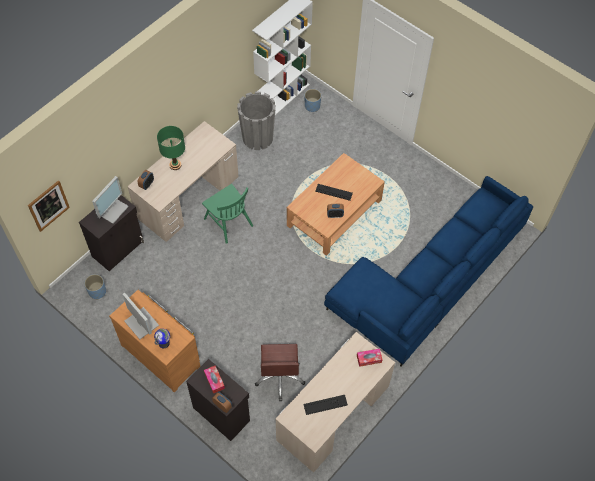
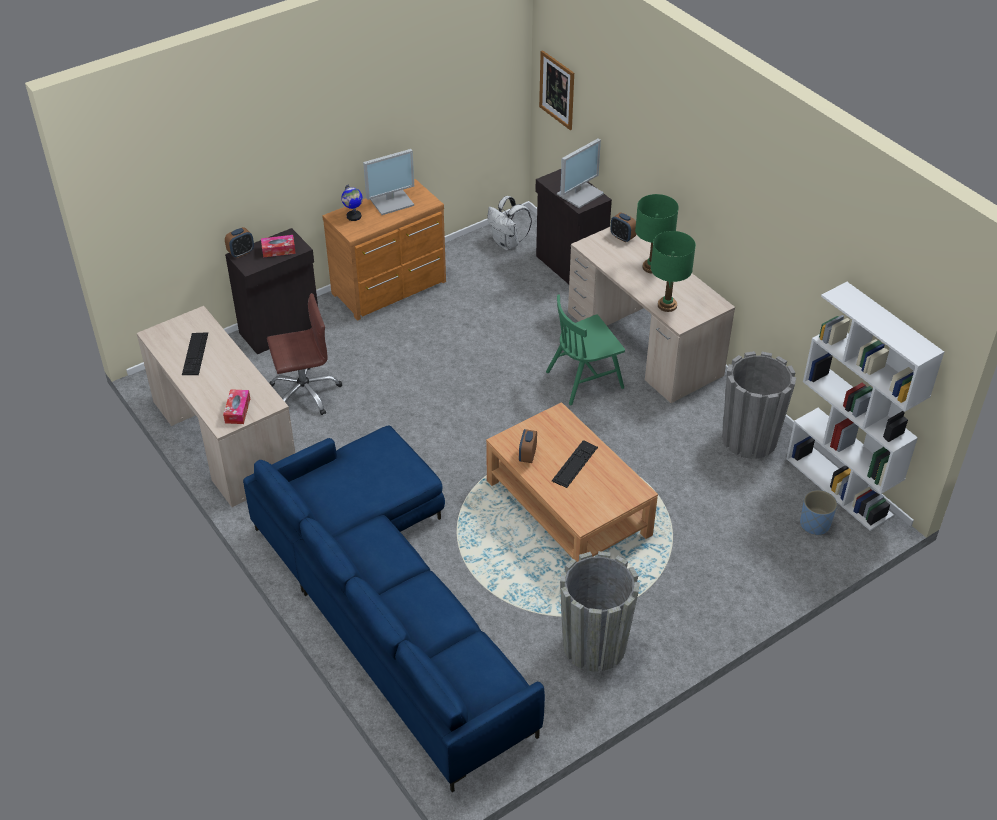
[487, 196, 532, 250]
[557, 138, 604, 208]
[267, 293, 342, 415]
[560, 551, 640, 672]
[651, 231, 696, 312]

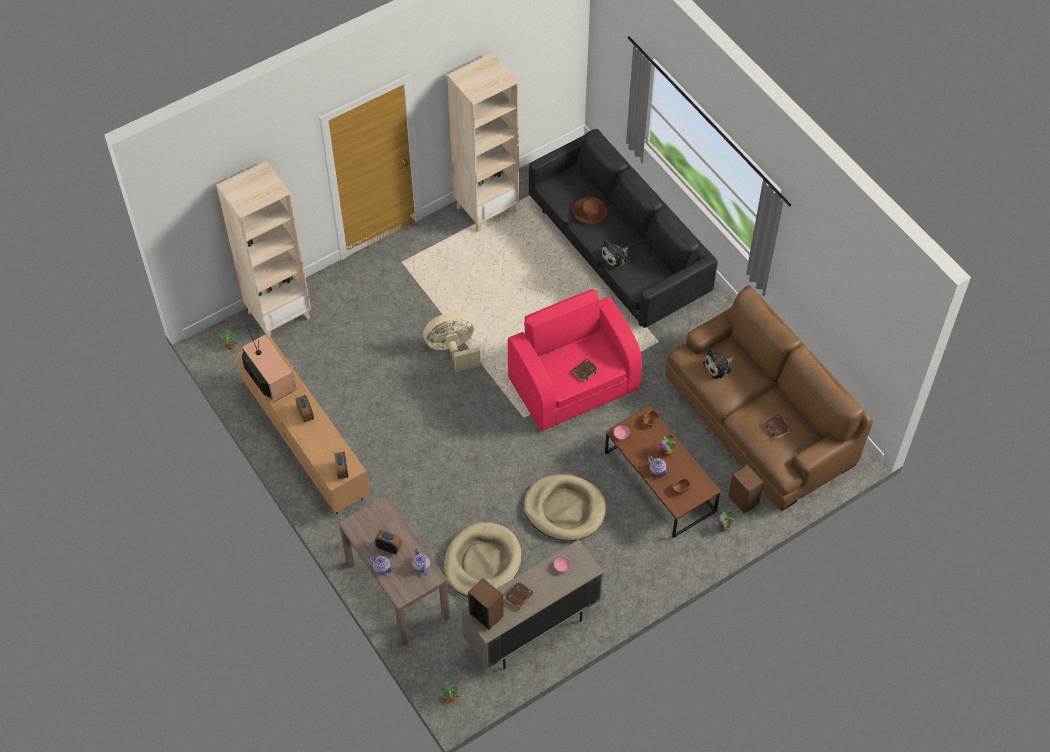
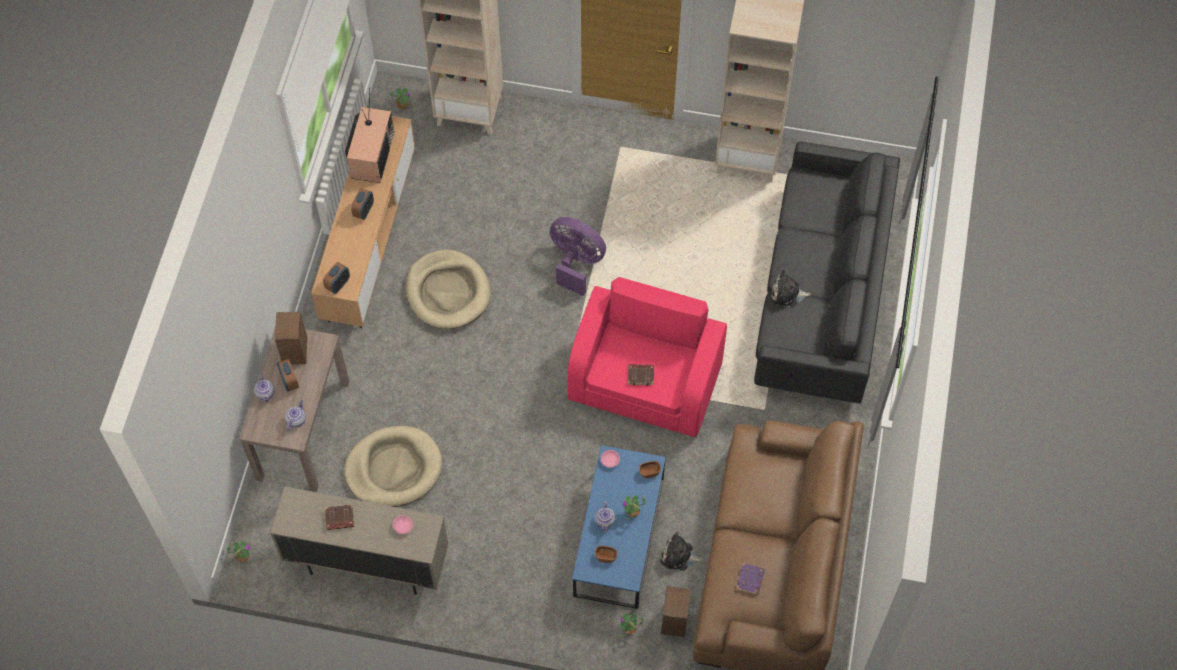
[550, 217, 606, 296]
[275, 312, 307, 364]
[406, 249, 490, 329]
[573, 197, 608, 224] (first image)
[572, 445, 666, 609]
[661, 532, 703, 571]
[736, 563, 765, 595]

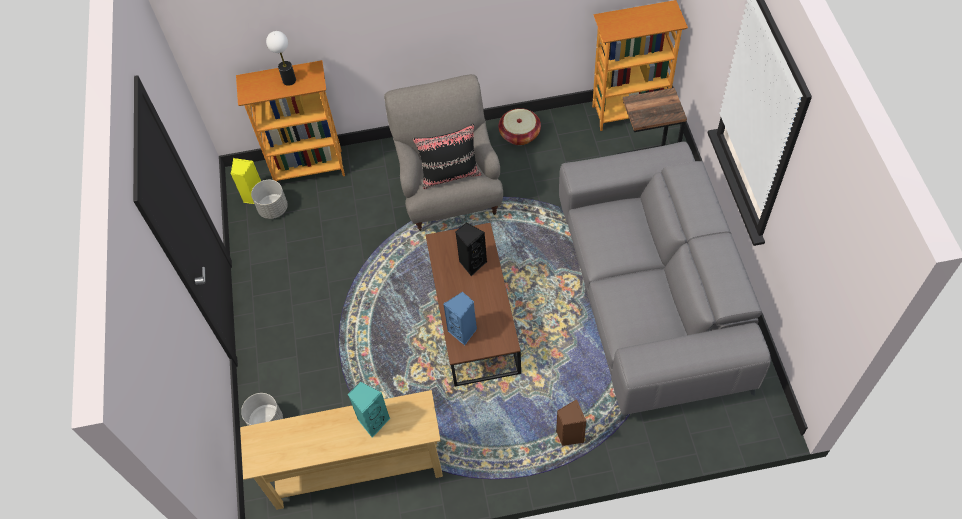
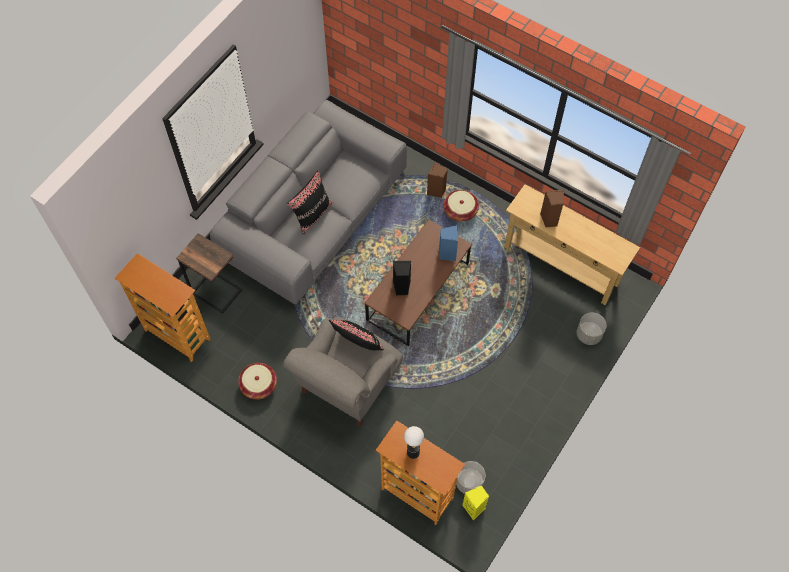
[540, 190, 564, 227]
[287, 170, 333, 235]
[444, 190, 479, 222]

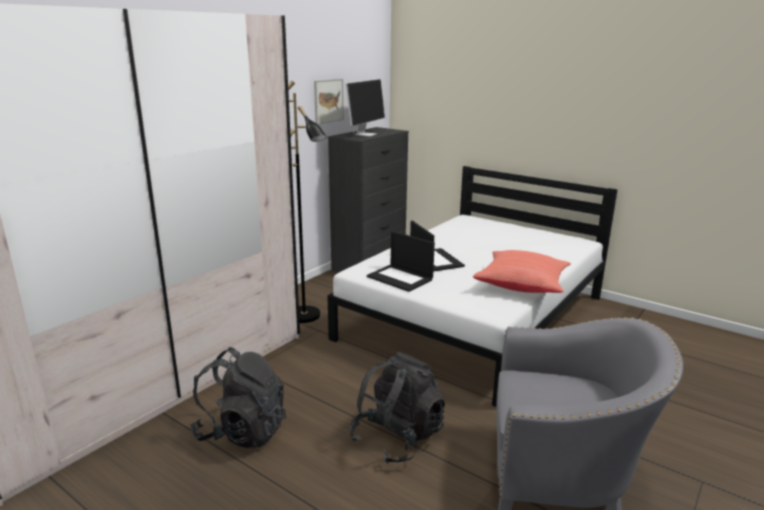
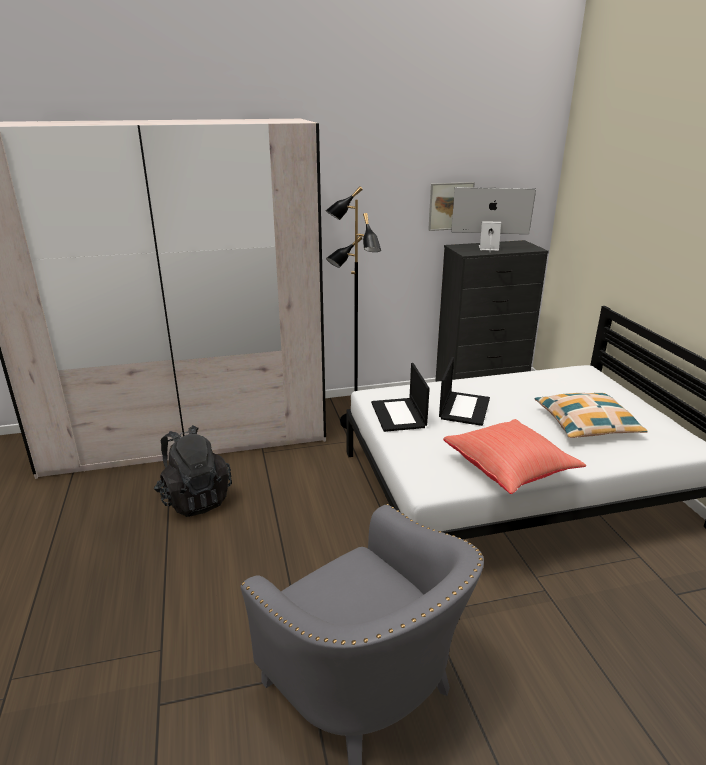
[451, 187, 536, 251]
[349, 352, 445, 464] (first image)
[535, 393, 648, 438]

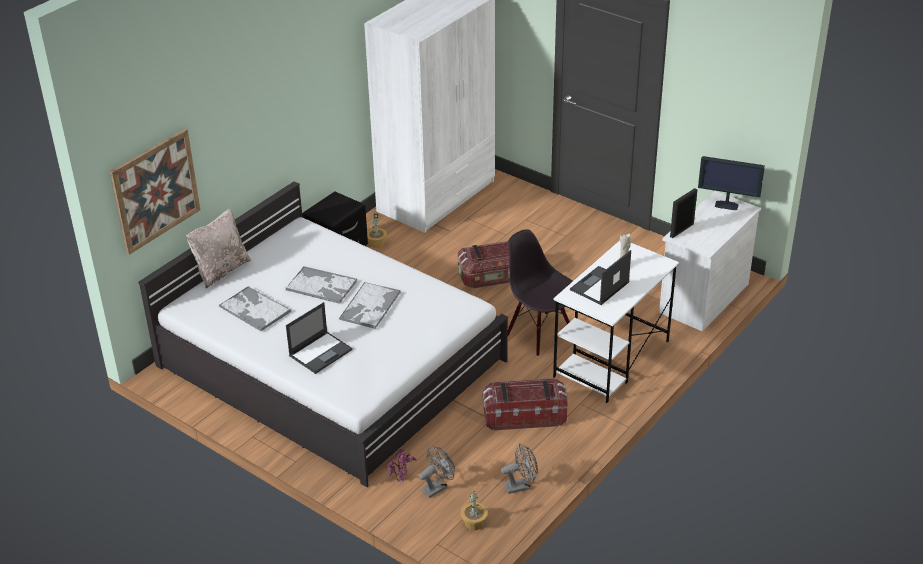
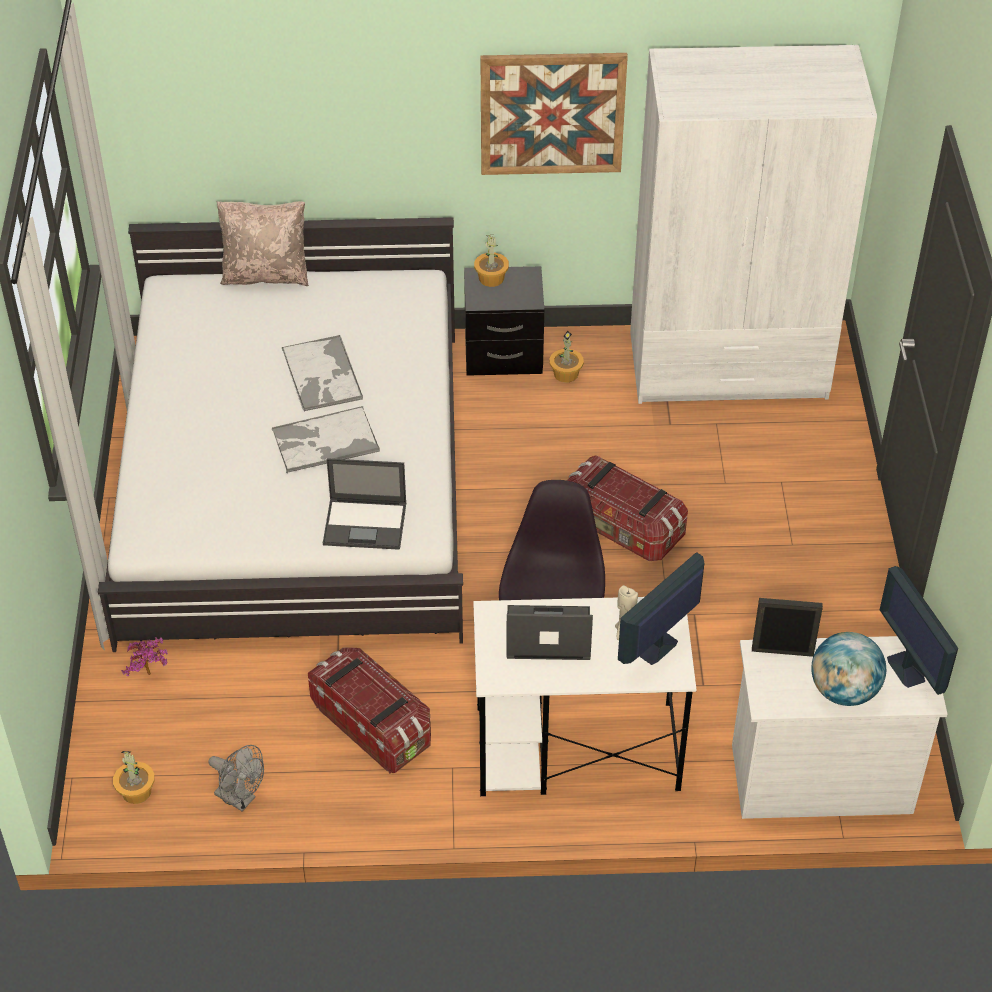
[480, 53, 628, 175]
[219, 286, 291, 332] (first image)
[323, 458, 406, 550]
[419, 446, 455, 498] (first image)
[474, 235, 509, 287]
[618, 552, 704, 665]
[811, 632, 886, 706]

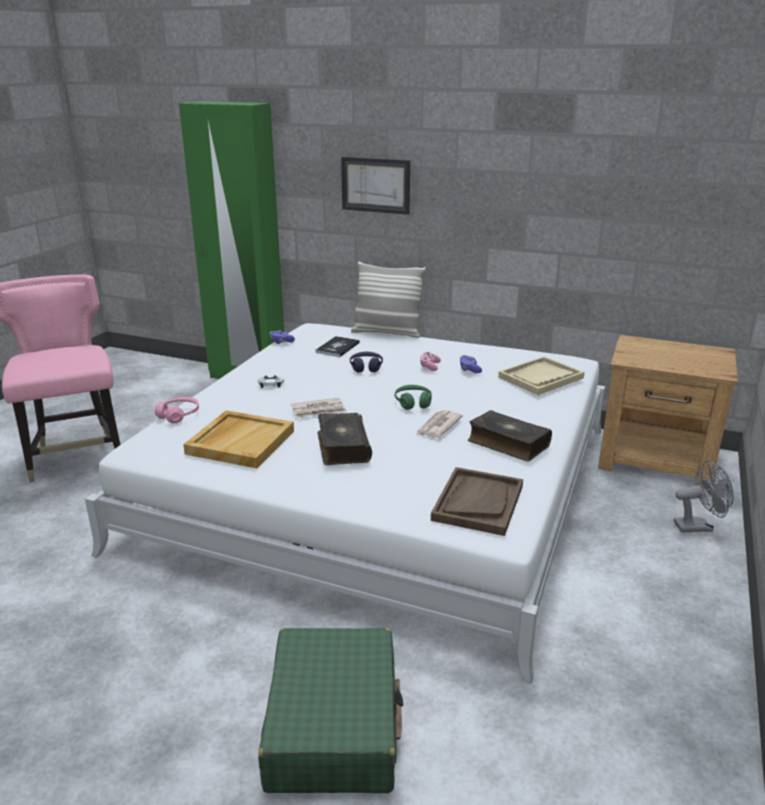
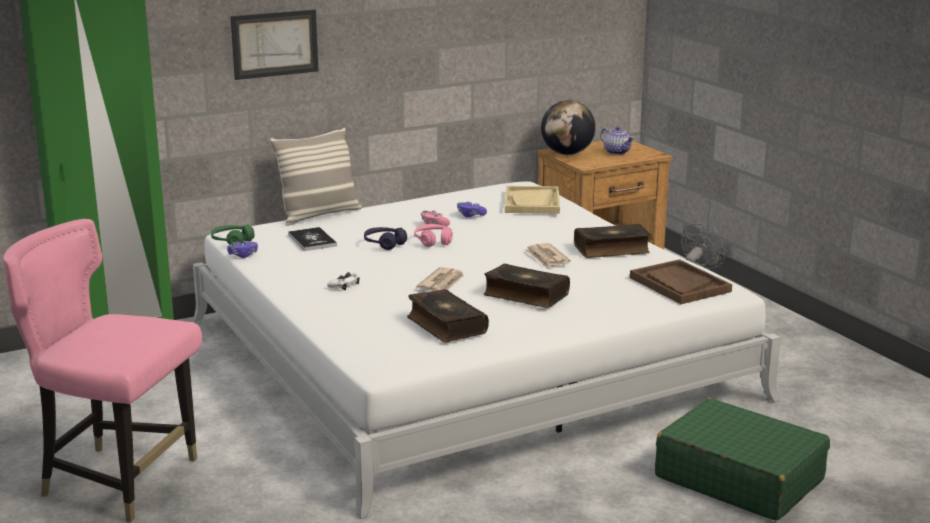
[414, 224, 453, 247]
[407, 289, 489, 342]
[211, 225, 255, 245]
[541, 100, 596, 155]
[601, 126, 634, 155]

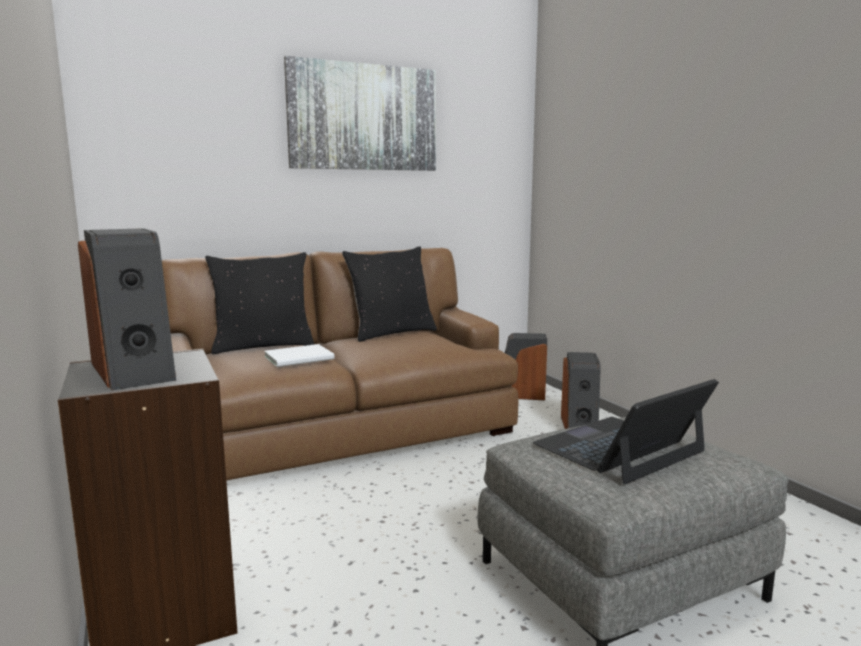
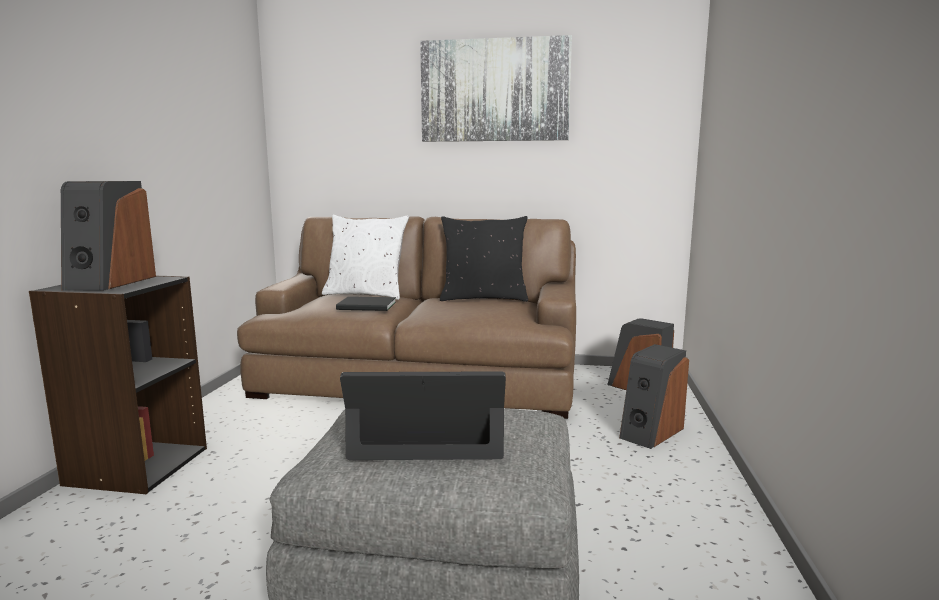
[322, 215, 409, 300]
[336, 296, 396, 311]

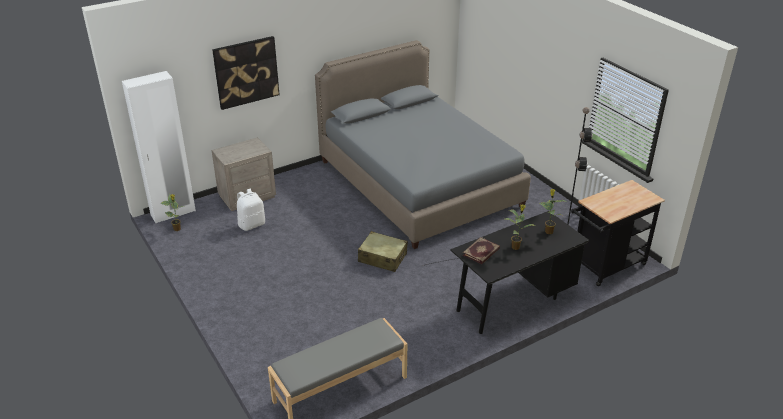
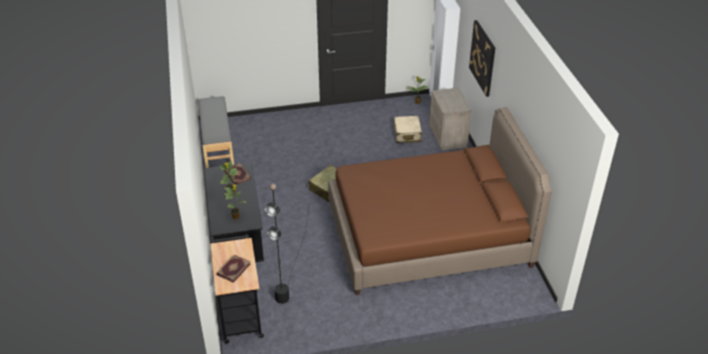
[394, 116, 422, 143]
[328, 107, 552, 295]
[216, 255, 250, 283]

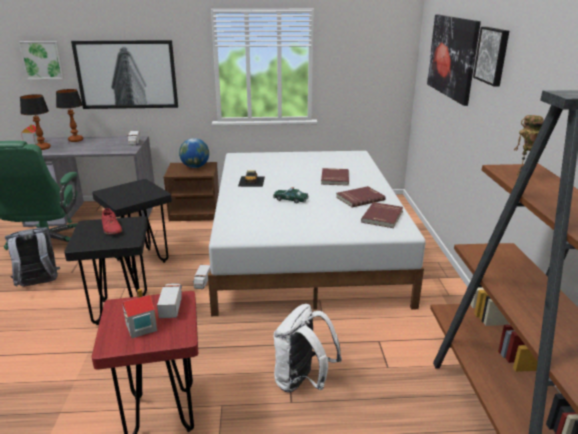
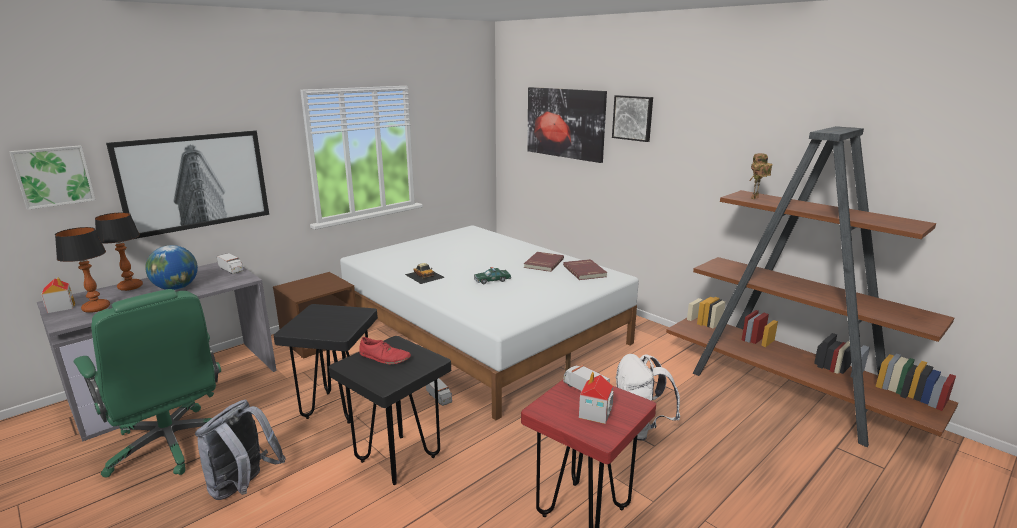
[145, 245, 198, 290]
[321, 168, 349, 186] (first image)

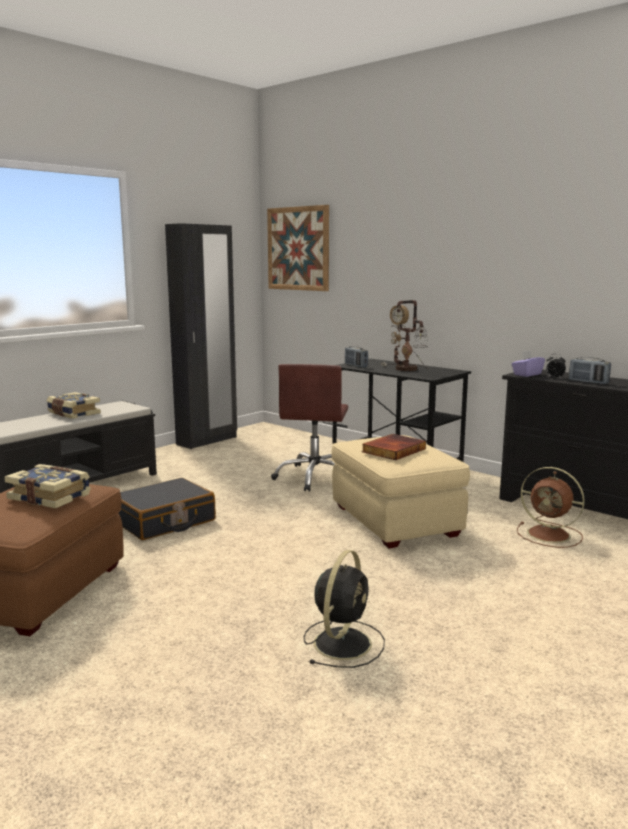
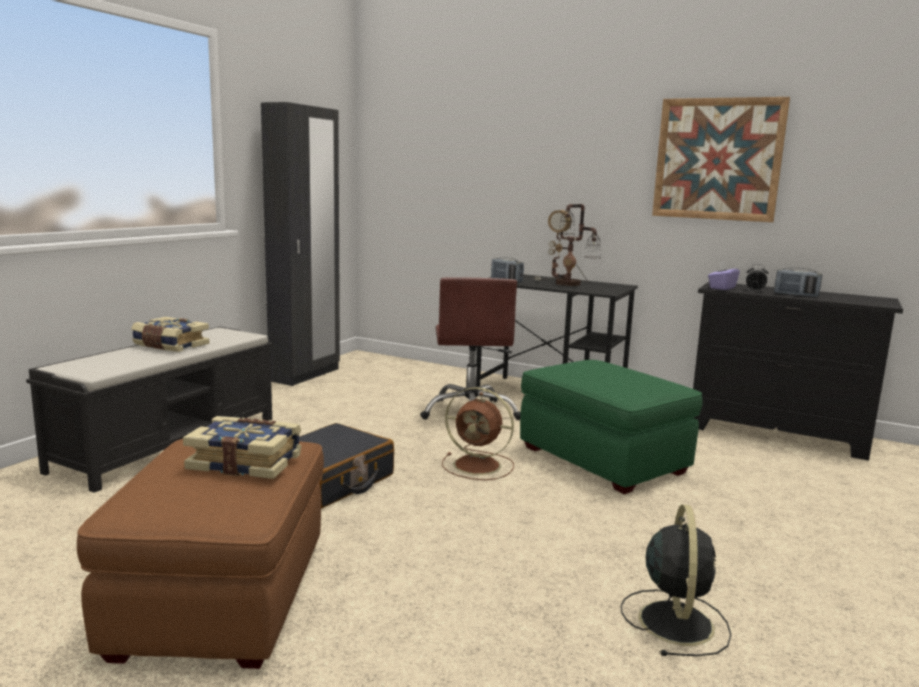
[652, 97, 790, 222]
[520, 360, 703, 494]
[362, 434, 426, 460] (first image)
[442, 387, 514, 480]

